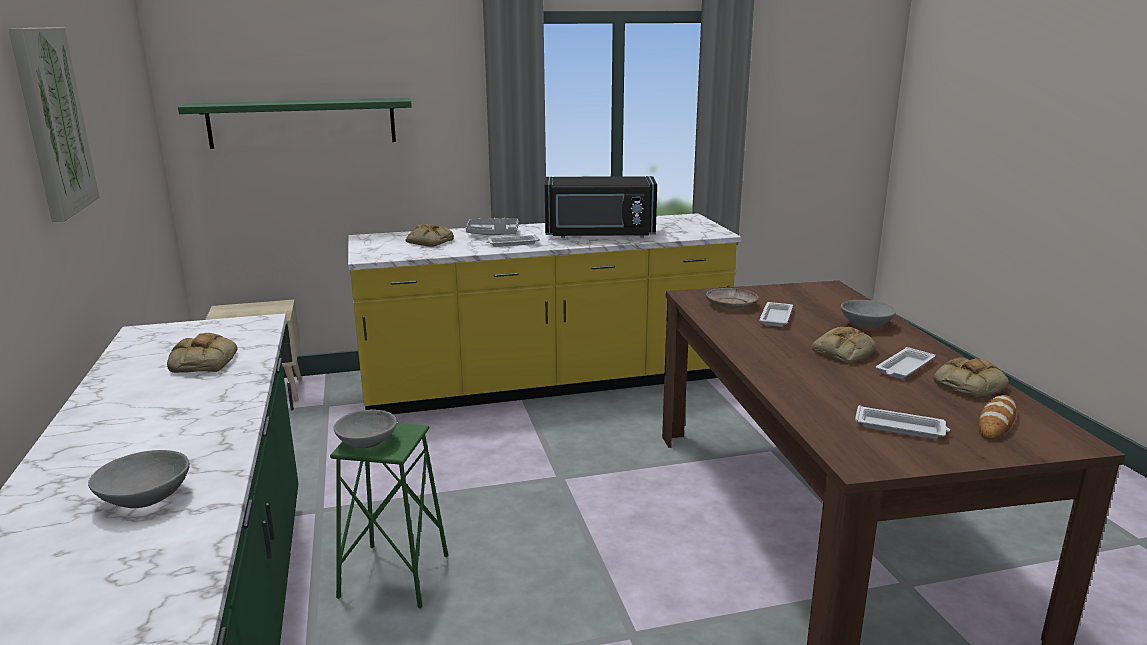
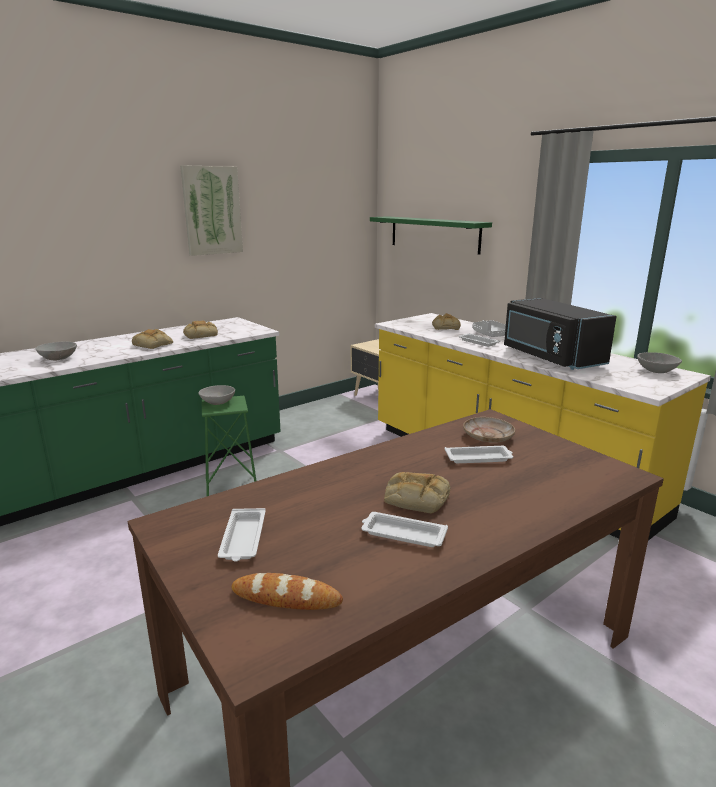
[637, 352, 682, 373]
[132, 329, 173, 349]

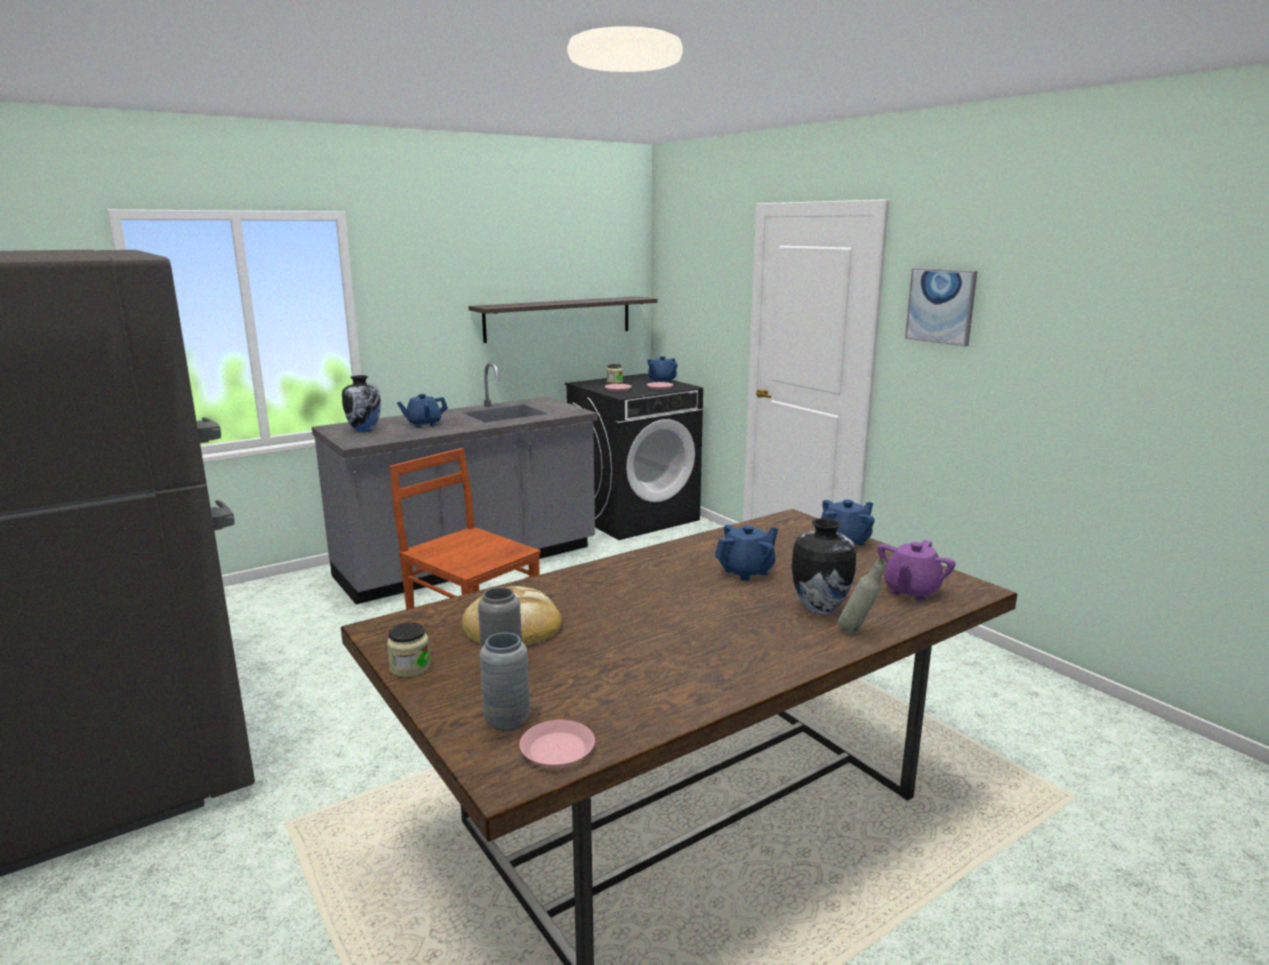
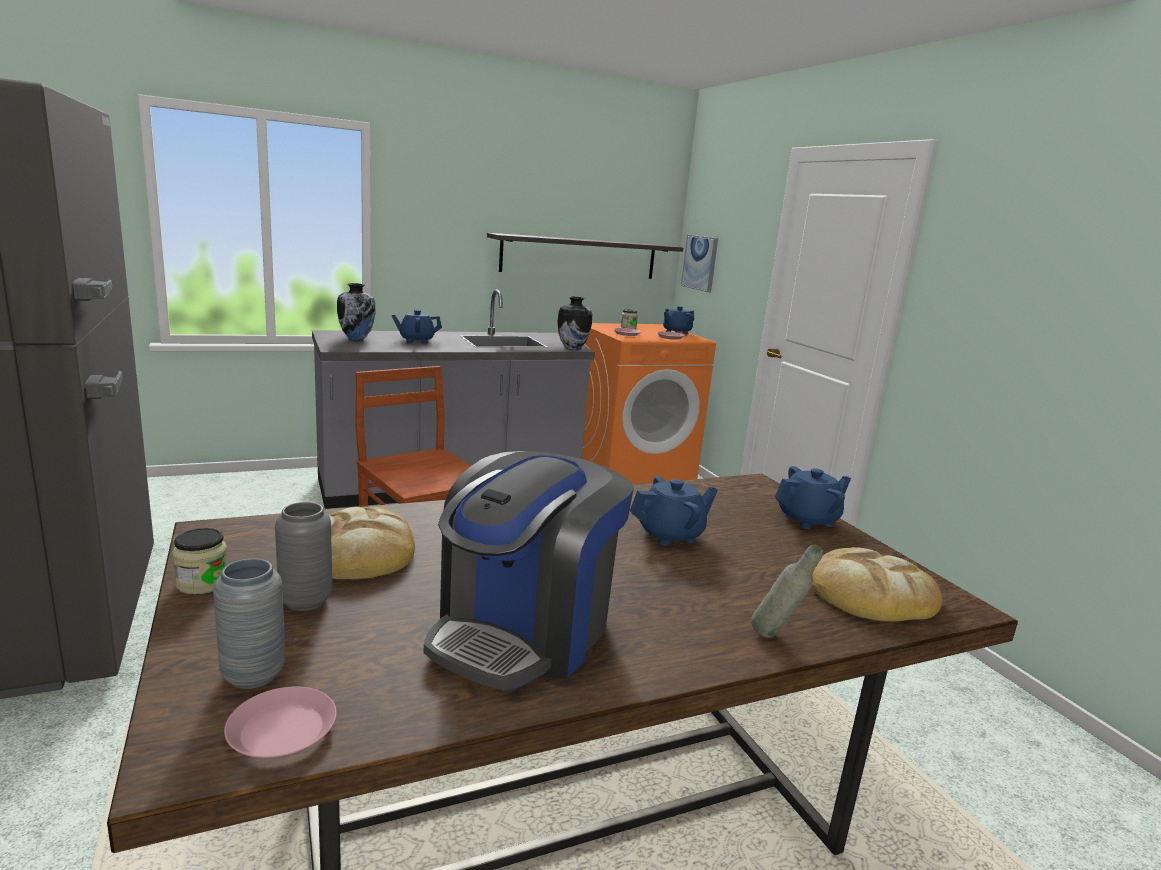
[582, 323, 716, 484]
[557, 296, 592, 350]
[812, 547, 942, 622]
[681, 235, 718, 292]
[424, 451, 634, 691]

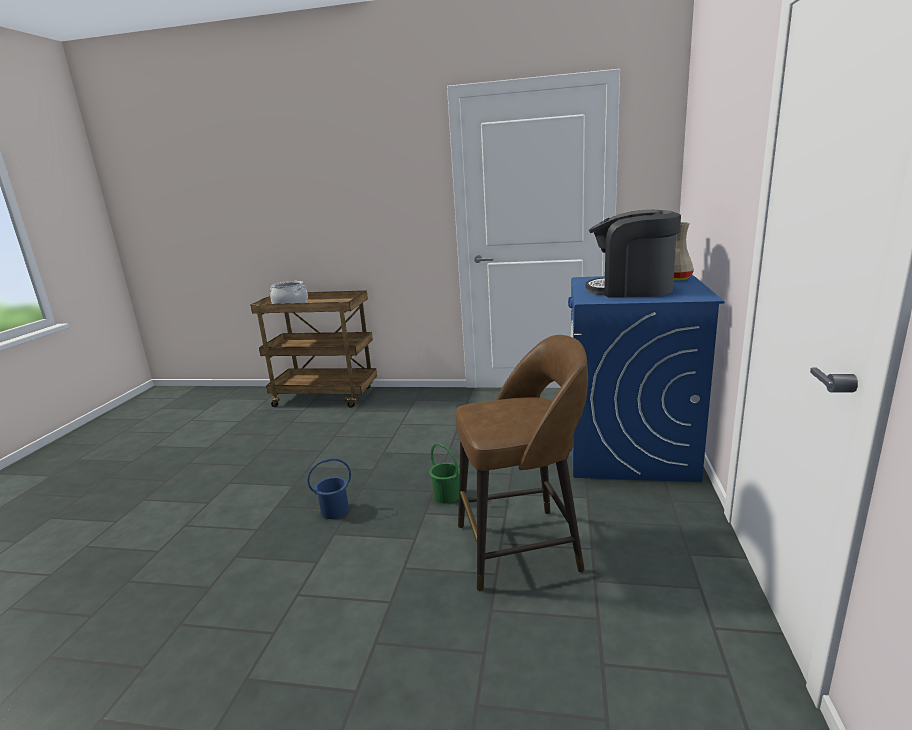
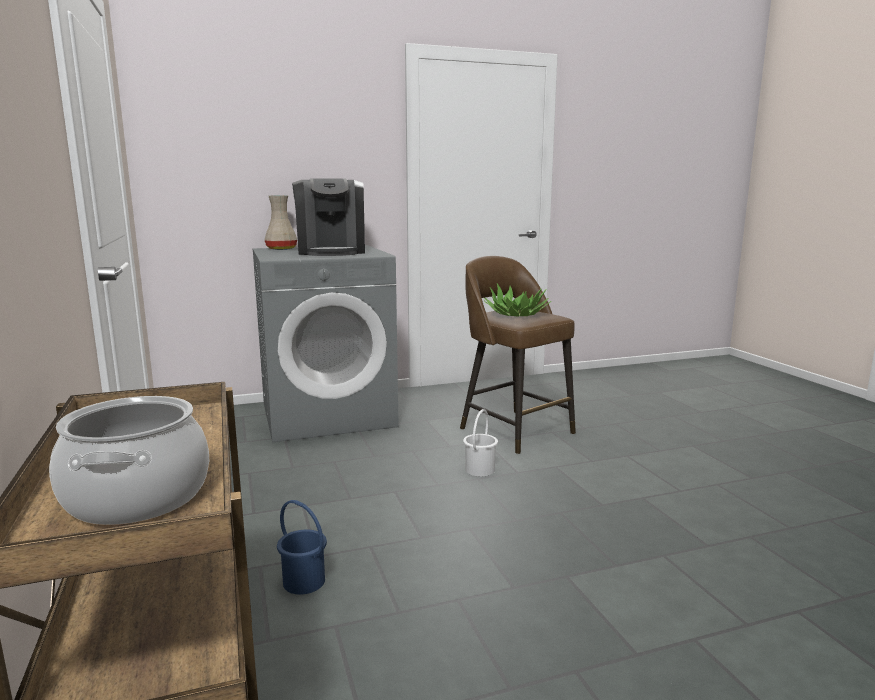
[277, 500, 327, 595]
[463, 409, 498, 476]
[253, 245, 399, 443]
[484, 283, 551, 317]

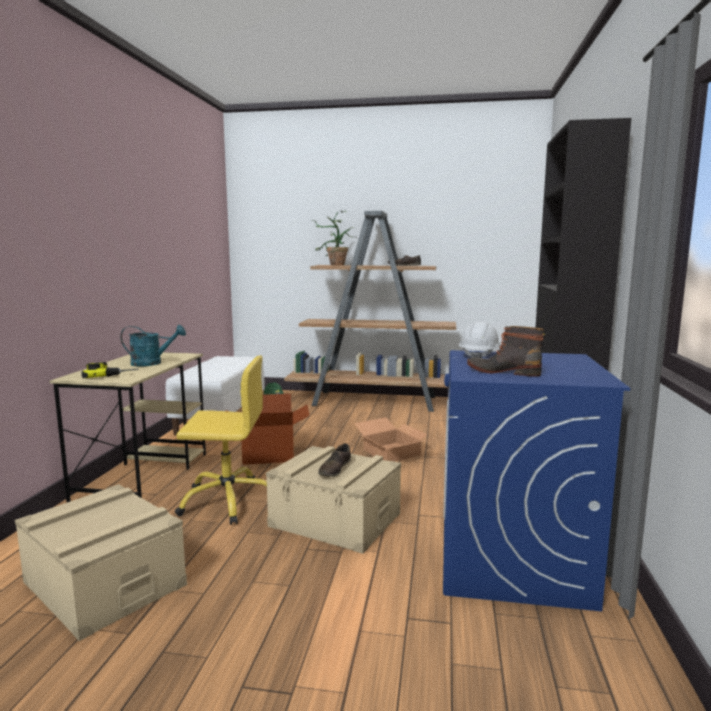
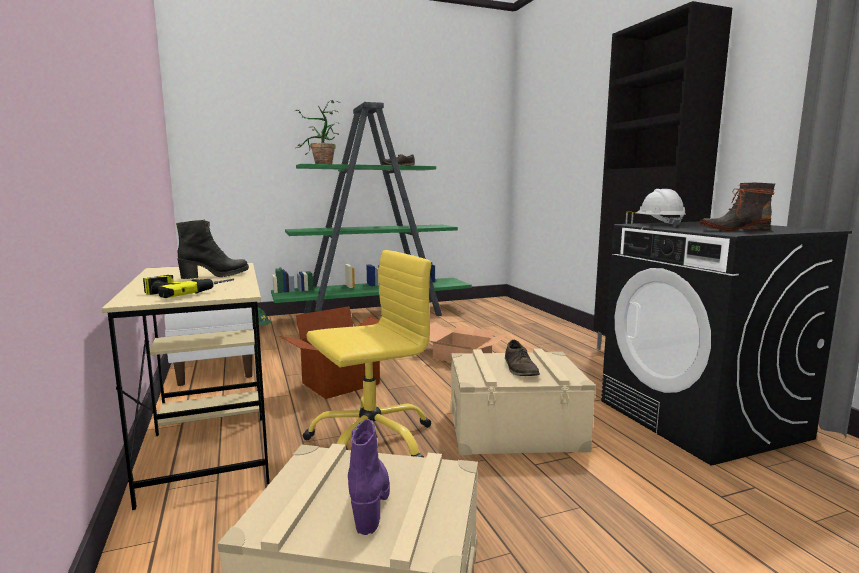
[176, 220, 249, 279]
[271, 102, 472, 316]
[601, 222, 852, 466]
[348, 419, 390, 535]

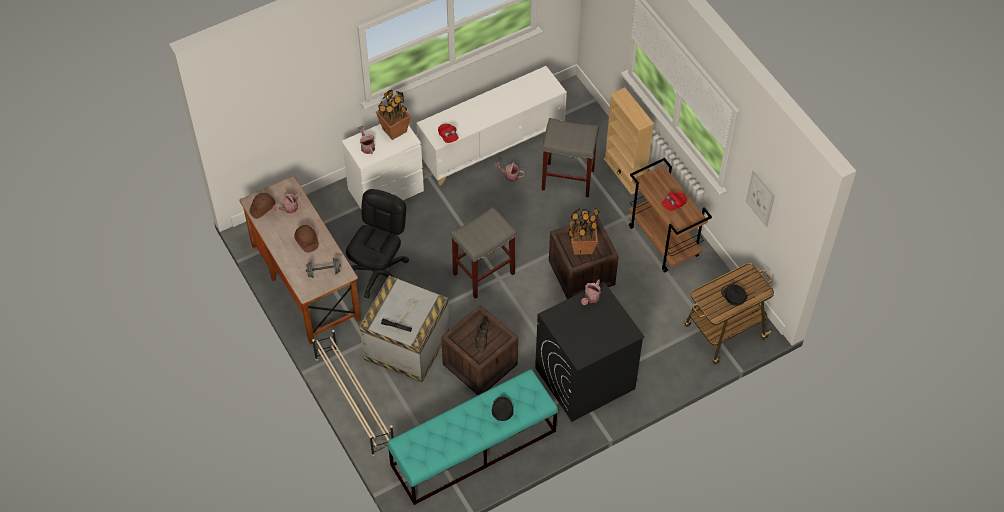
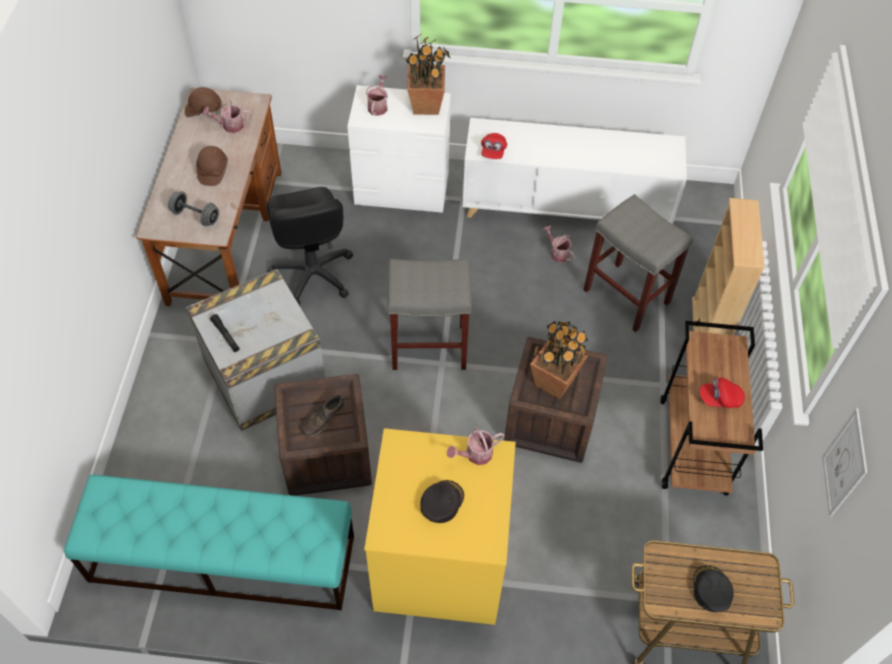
[312, 330, 394, 456] (first image)
[267, 187, 353, 306]
[420, 480, 464, 523]
[364, 428, 516, 625]

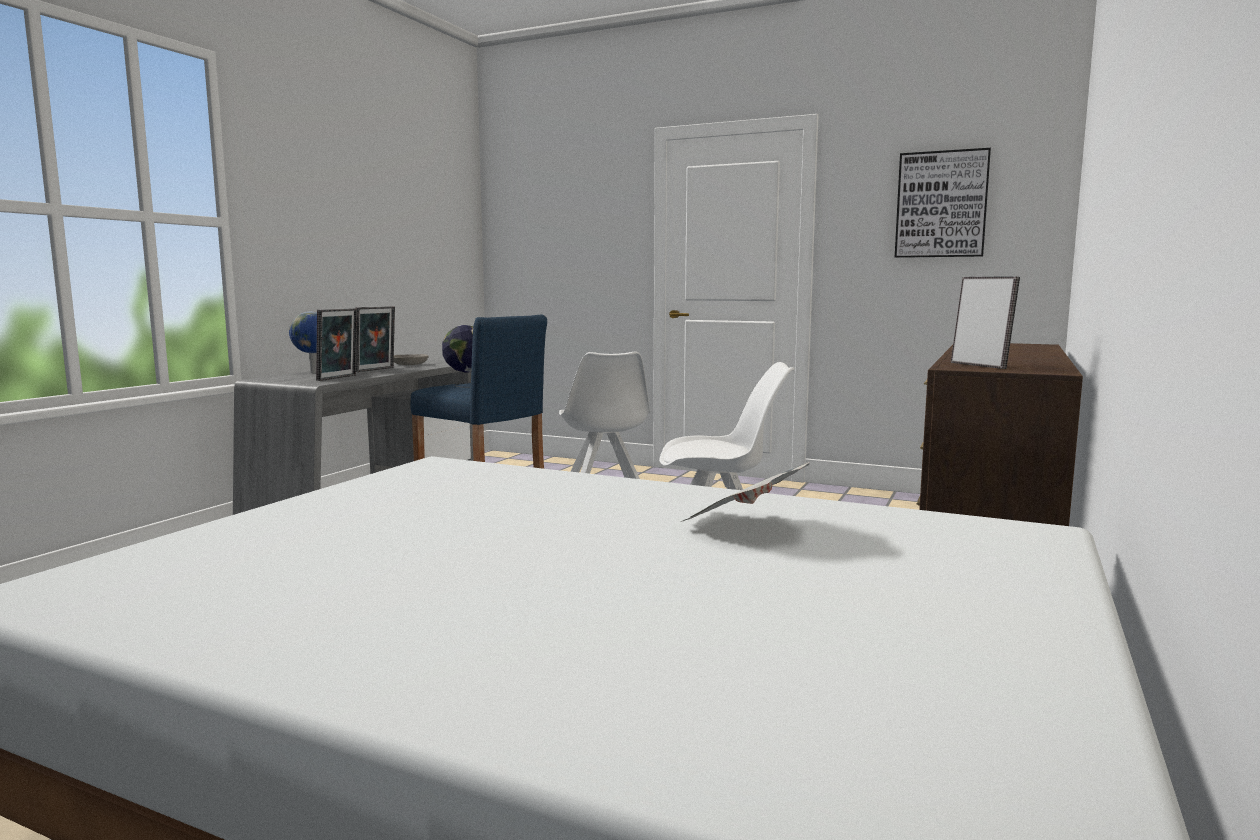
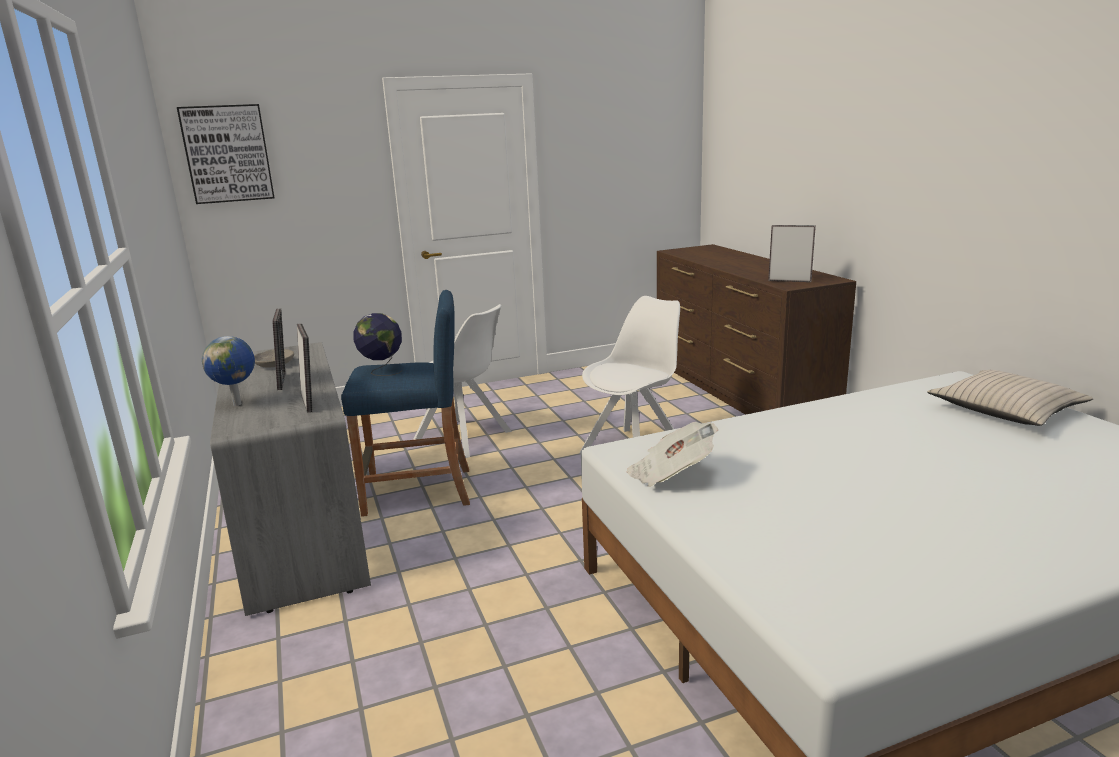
[627, 422, 718, 487]
[177, 104, 275, 204]
[927, 370, 1094, 426]

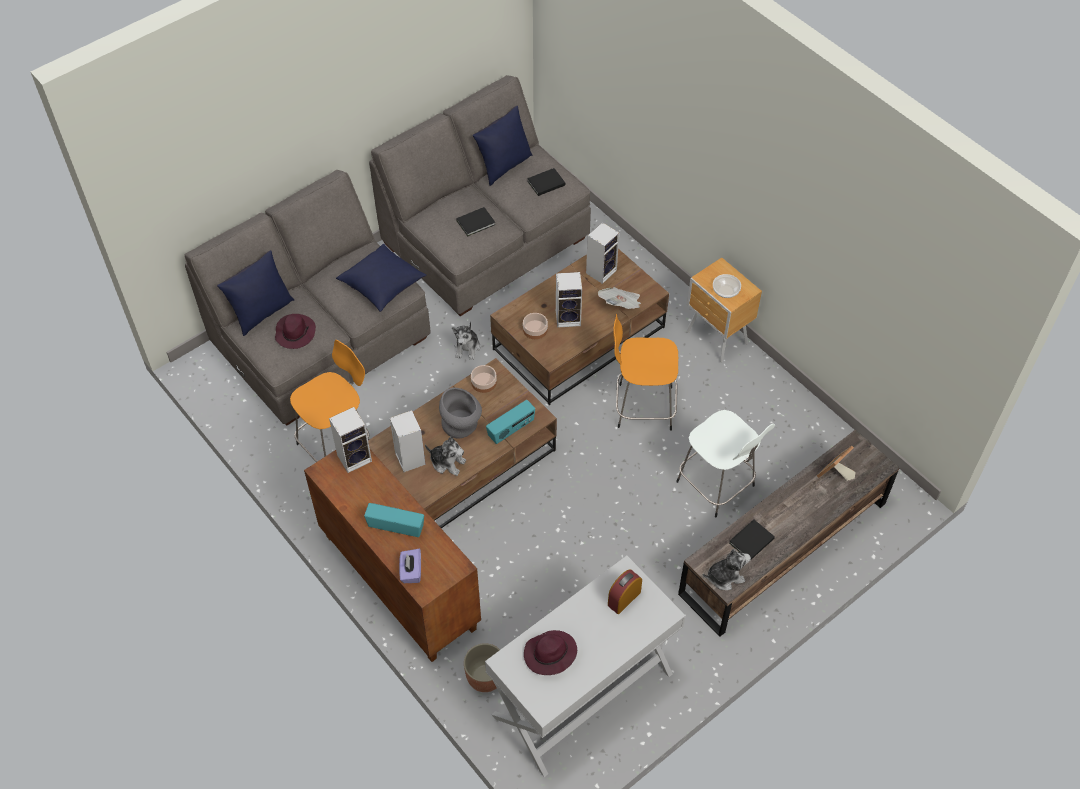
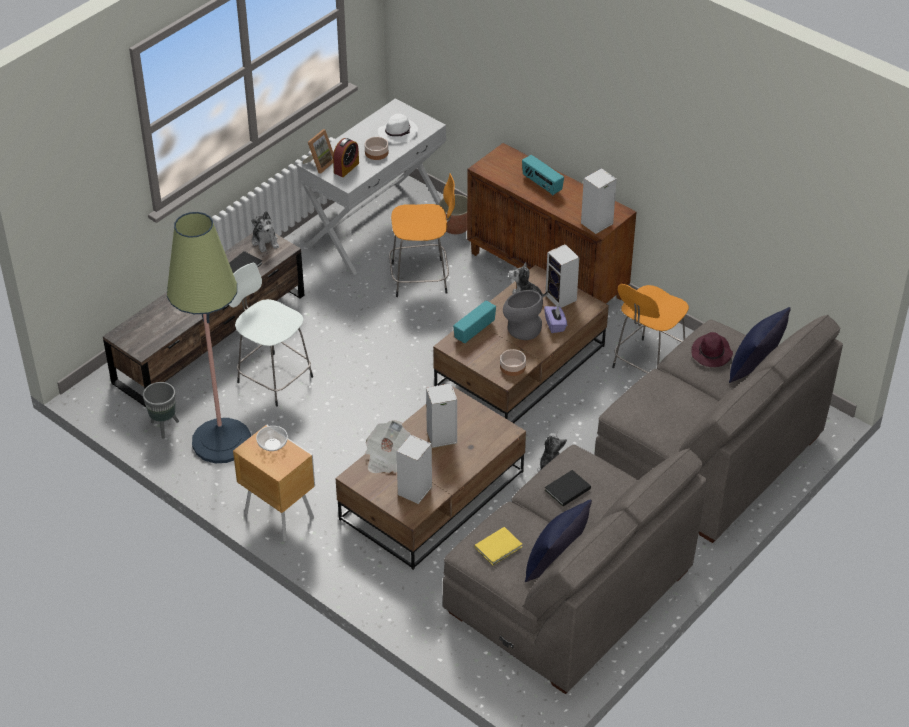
[336, 244, 427, 312] (first image)
[522, 155, 564, 196]
[544, 306, 567, 333]
[365, 137, 389, 160]
[378, 114, 418, 143]
[475, 527, 522, 565]
[389, 173, 455, 297]
[251, 211, 279, 253]
[303, 129, 334, 174]
[143, 382, 179, 439]
[167, 212, 251, 463]

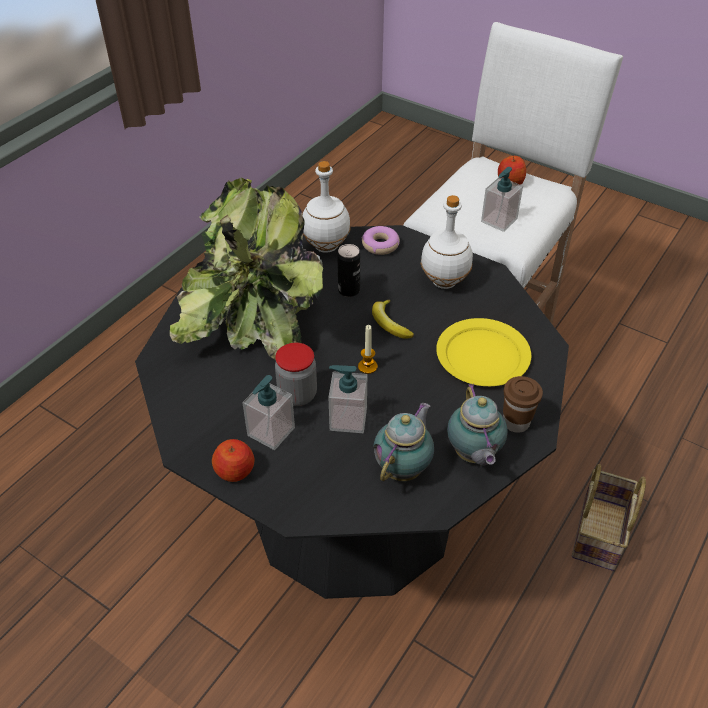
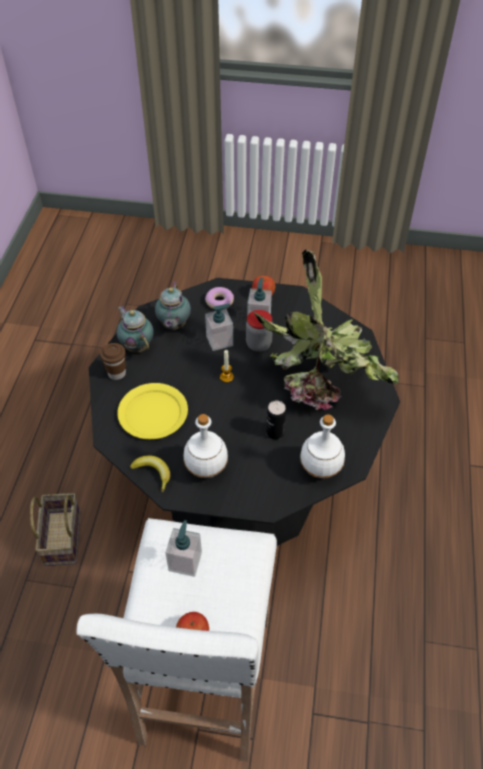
[205, 287, 234, 309]
[130, 455, 170, 492]

